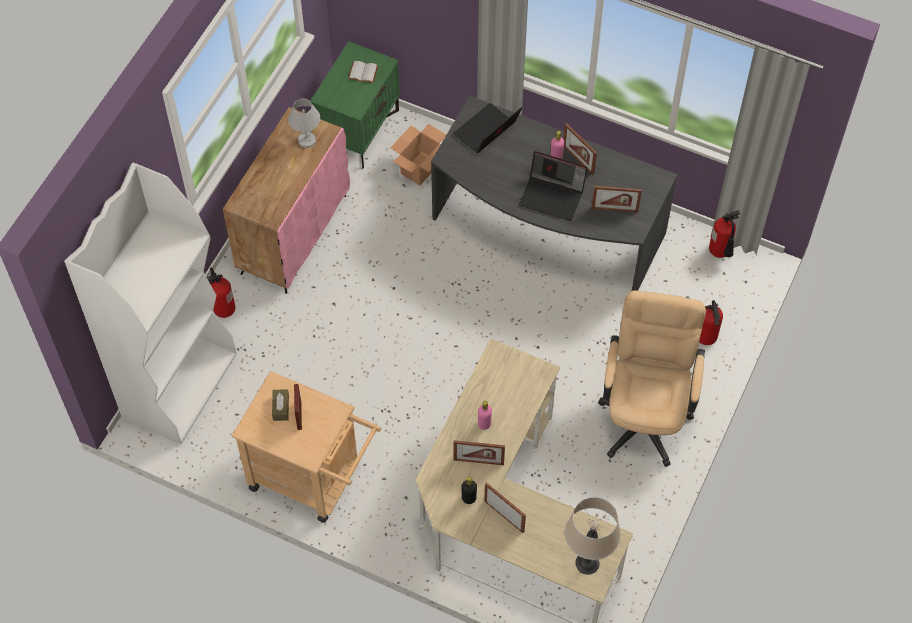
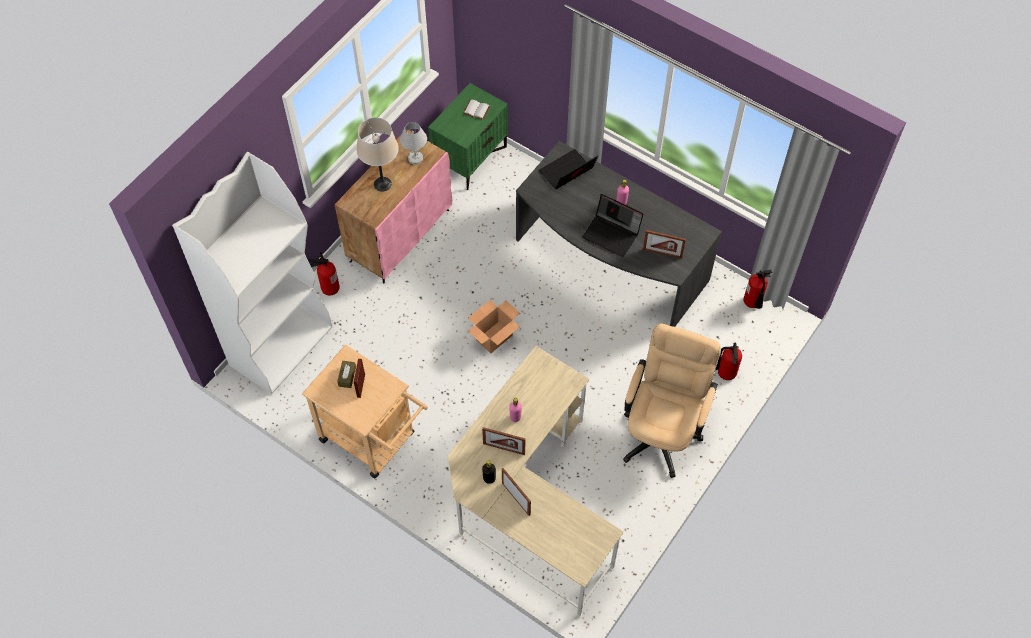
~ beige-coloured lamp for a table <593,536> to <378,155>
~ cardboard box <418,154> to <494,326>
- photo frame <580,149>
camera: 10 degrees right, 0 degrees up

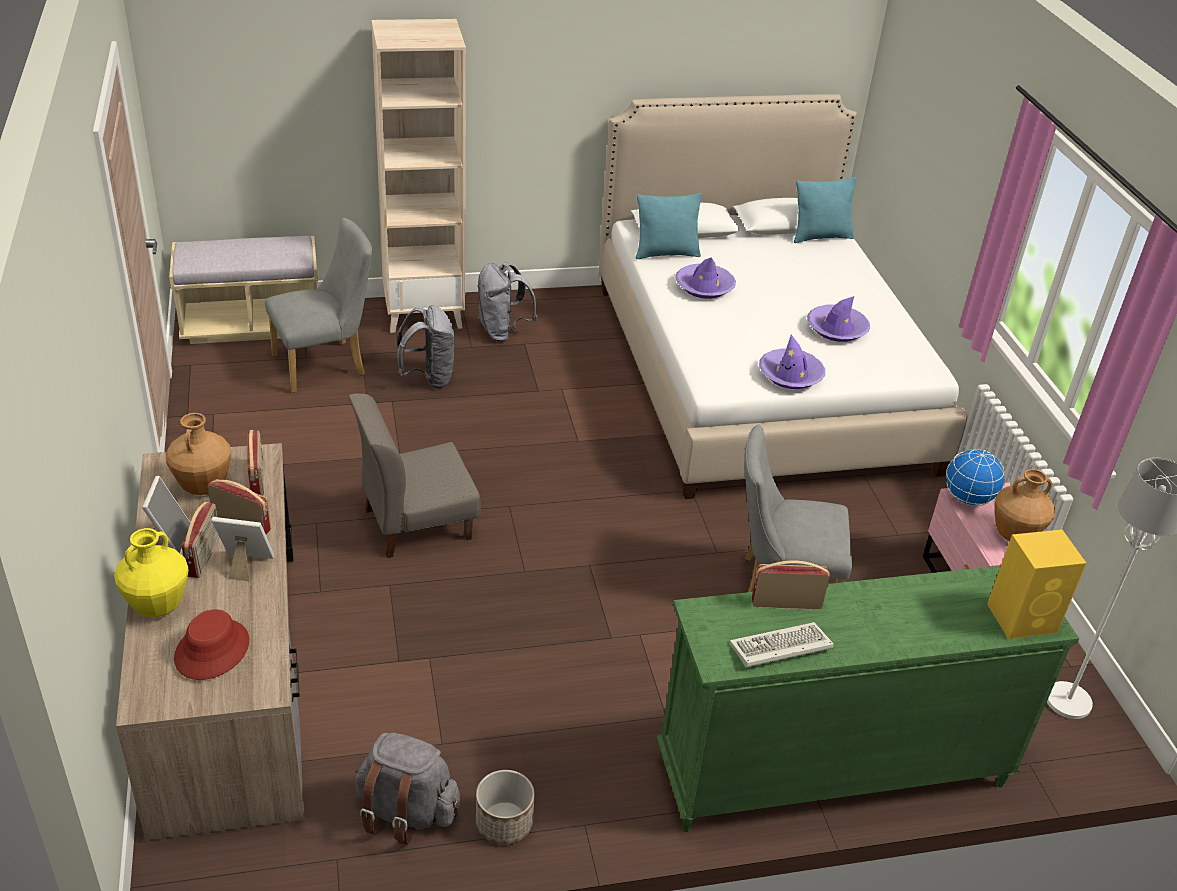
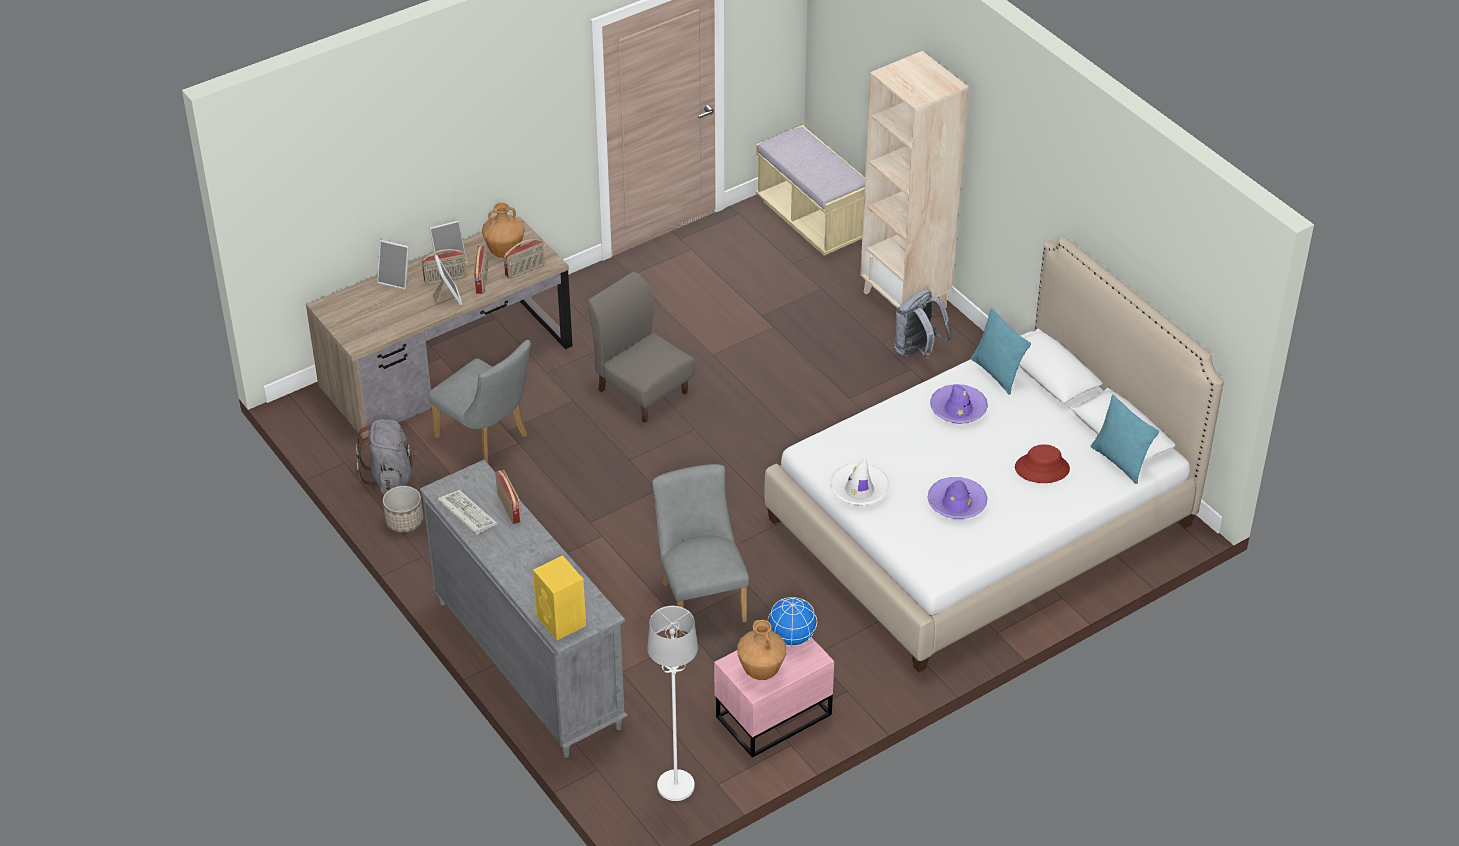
~ yellow decorative vase <151,572> to photo frame <393,265>
~ greenish dresser <868,699> to grey dresser <524,608>
~ grey upright chair <318,305> to <479,402>
~ purple wearable hat <792,361> to whitish wearable hat <860,481>
~ reddish wearable hat <211,644> to <1042,463>
- grey knapsack <426,347>
camera: 70 degrees right, 5 degrees up

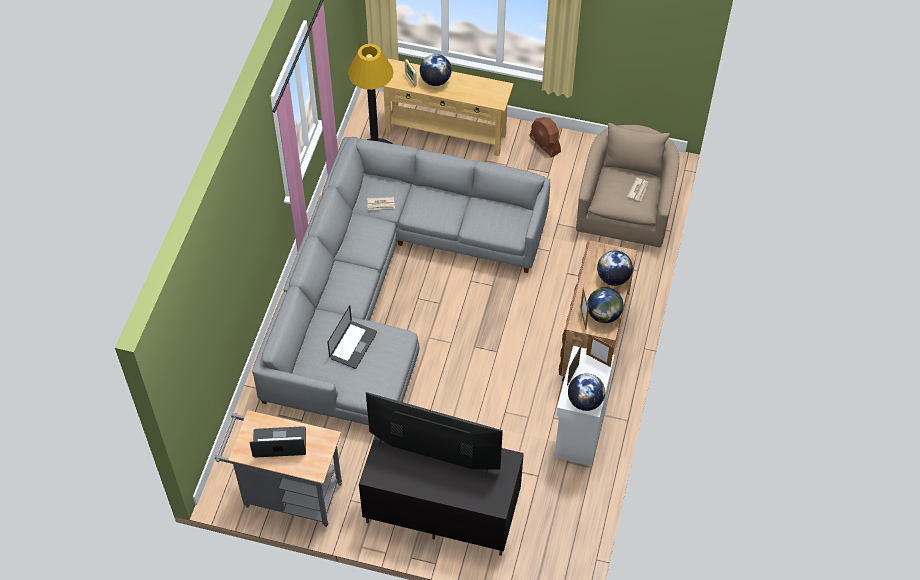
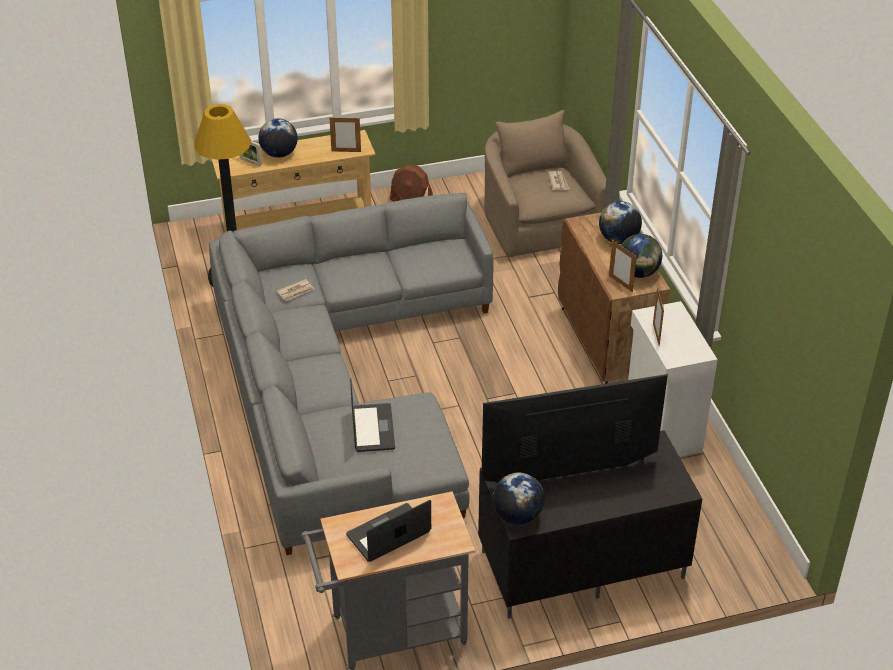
~ photo frame <600,350> to <345,134>
~ desk globe <586,392> to <519,499>
camera: 30 degrees left, 15 degrees down

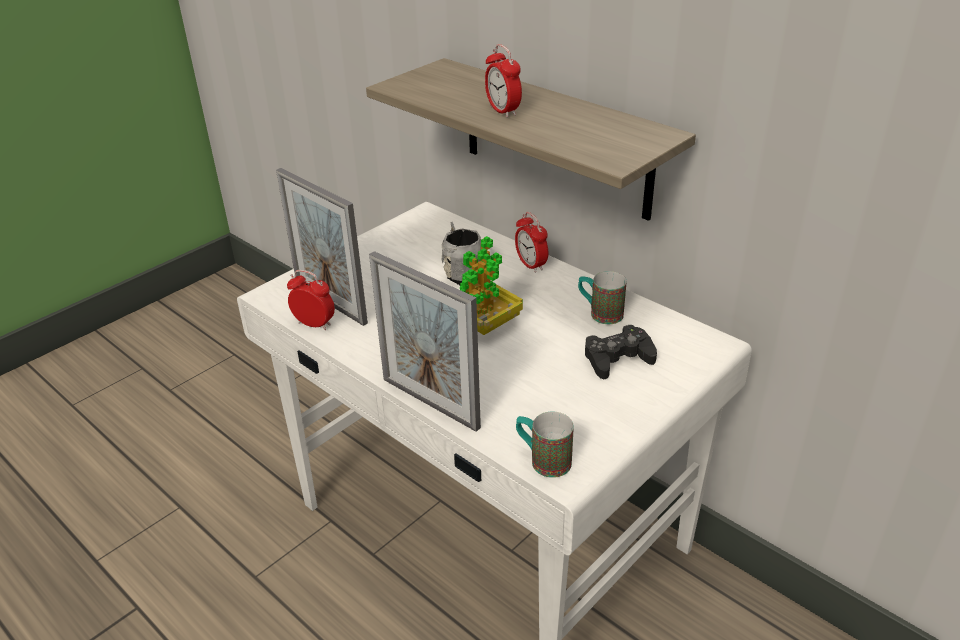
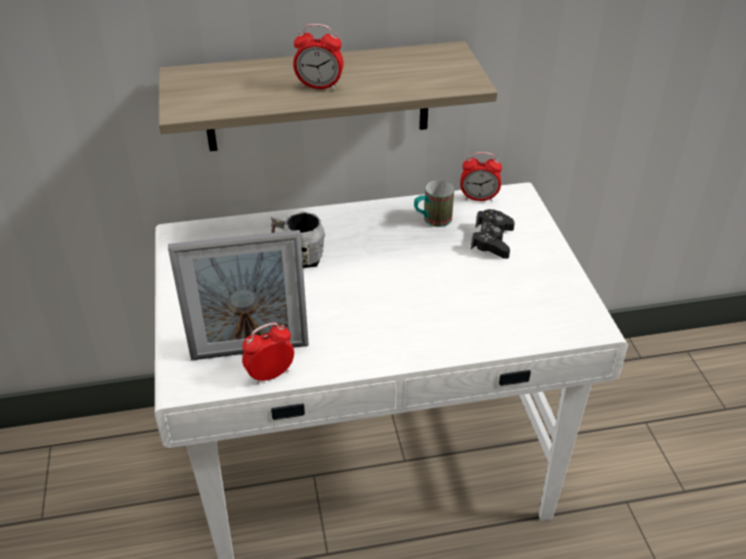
~ table clock <532,242> to <481,177>
- photo frame <425,341>
- plant in a pot <491,285>
- tea mug <545,445>
camera: 55 degrees left, 5 degrees up

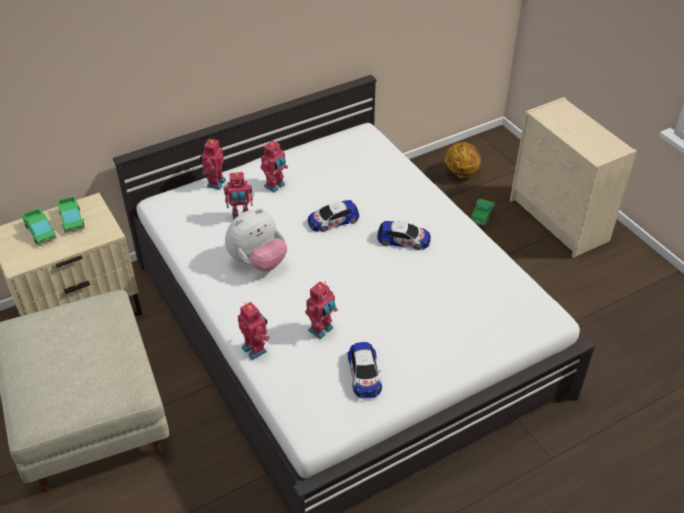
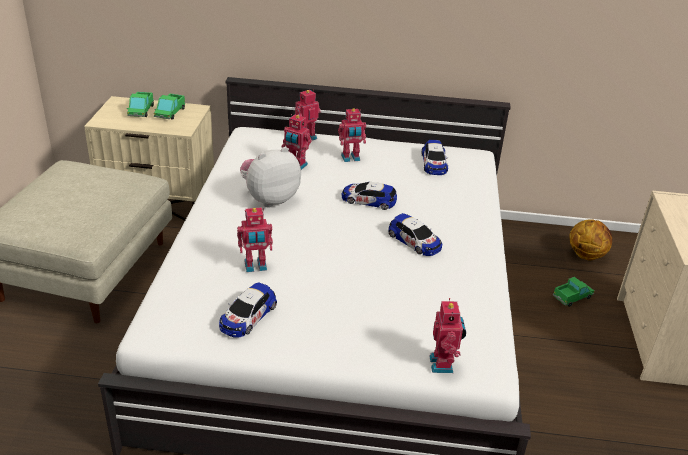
~ plush toy <256,239> = <270,177> 150 degrees clockwise
+ model car <435,157>
~ robot figure <254,331> to <447,335>
camera: 35 degrees right, 10 degrees down

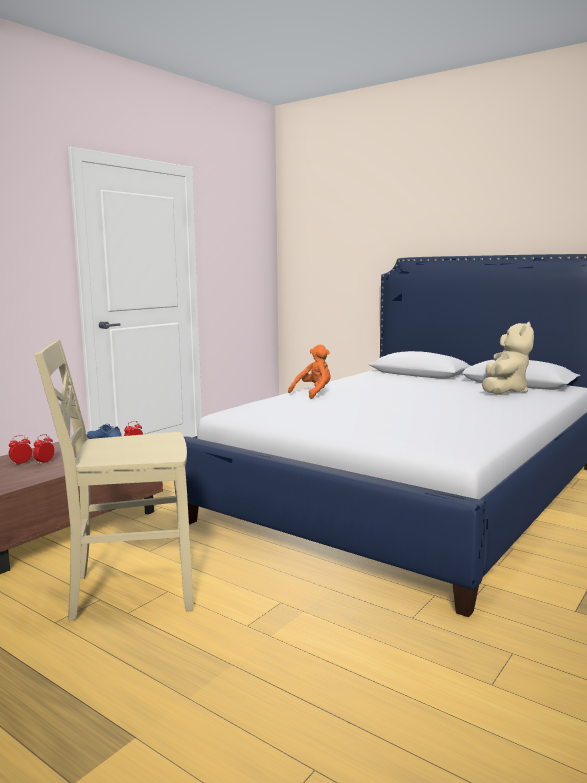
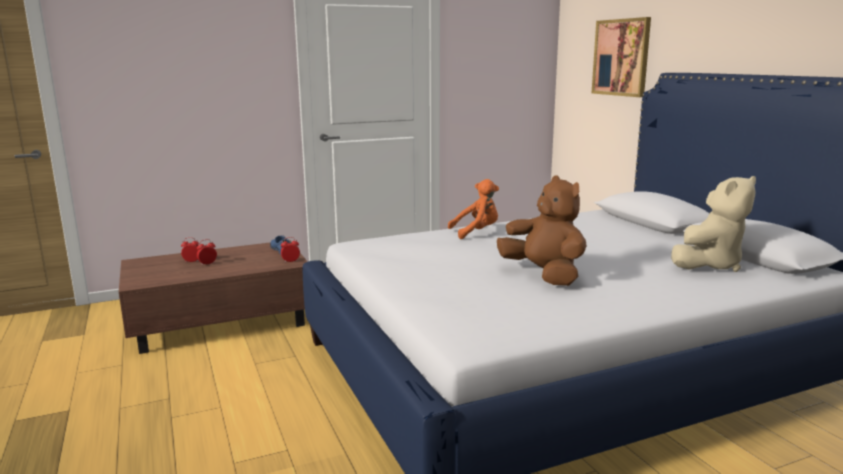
+ brown-coloured plush toy <542,230>
+ picture <621,57>
- beige-coloured upright chair <114,480>
camera: 30 degrees right, 5 degrees up

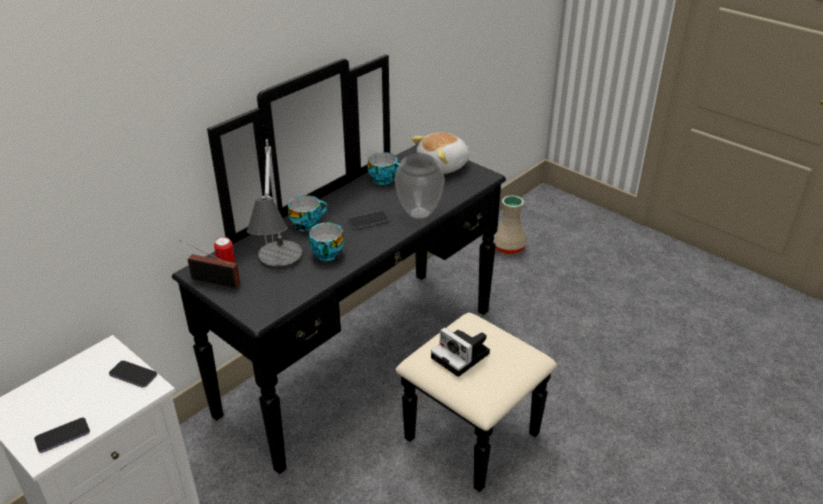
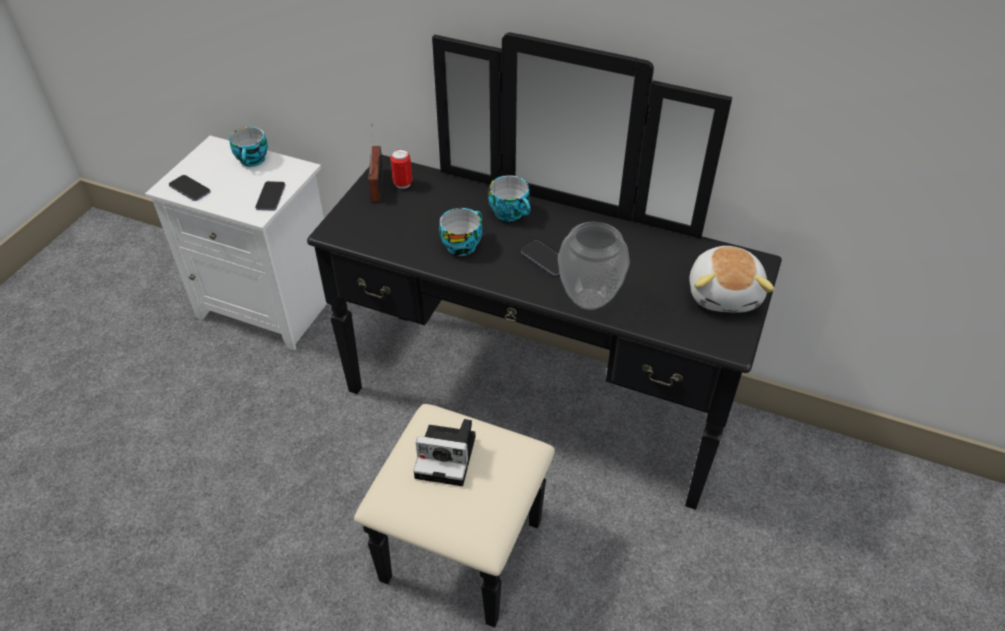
~ cup <383,168> to <248,147>
~ photo camera <460,352> = <444,452> 105 degrees counterclockwise
~ plush toy <440,153> = <732,279> 120 degrees counterclockwise
- lamp for a table <275,204>
- beige-coloured decorative vase <510,225>
camera: 70 degrees right, 10 degrees up

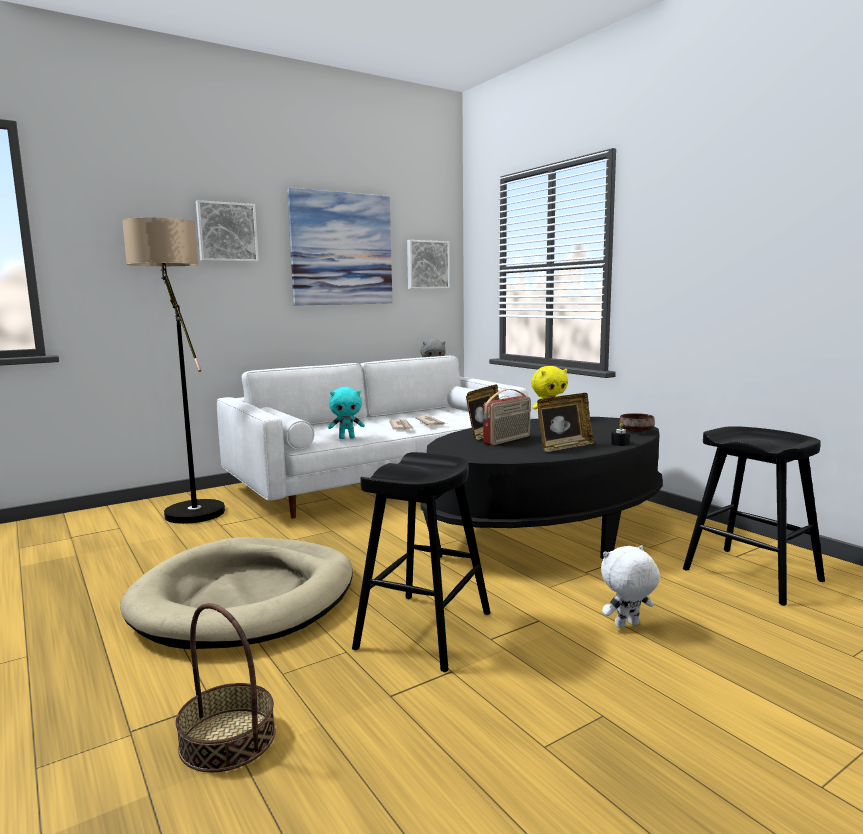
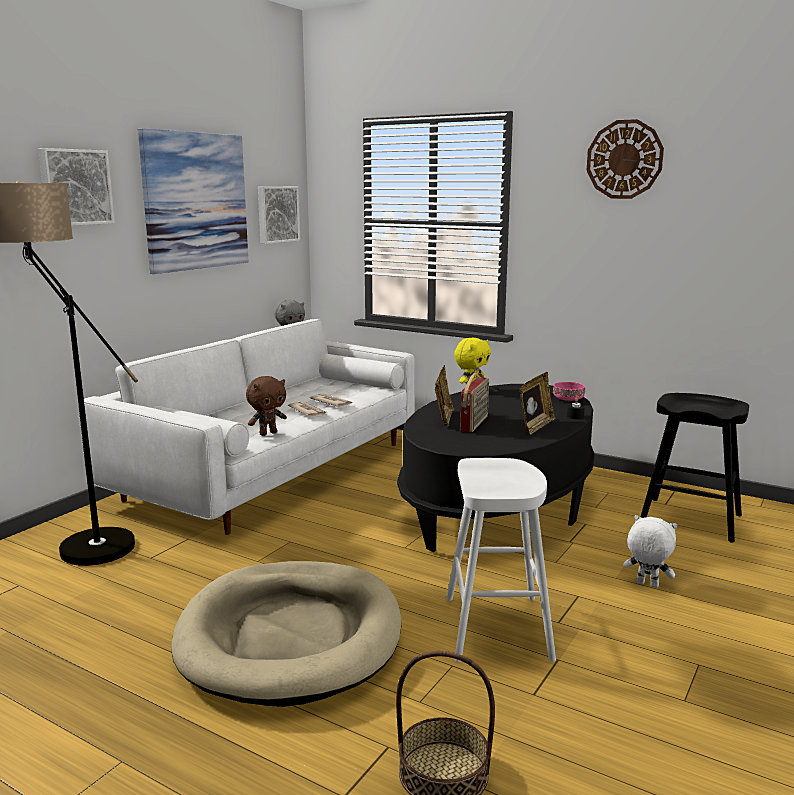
~ blue-green plush toy <346,413> to brown-coloured plush toy <266,406>
~ blackish stool <421,562> to whitish stool <501,560>
~ brown-coloured deep dish <637,422> to pink-coloured deep dish <569,391>
+ clock on the wall <625,159>
~ whitish plush toy <630,586> = <650,551> 75 degrees clockwise
camera: 25 degrees left, 5 degrees up

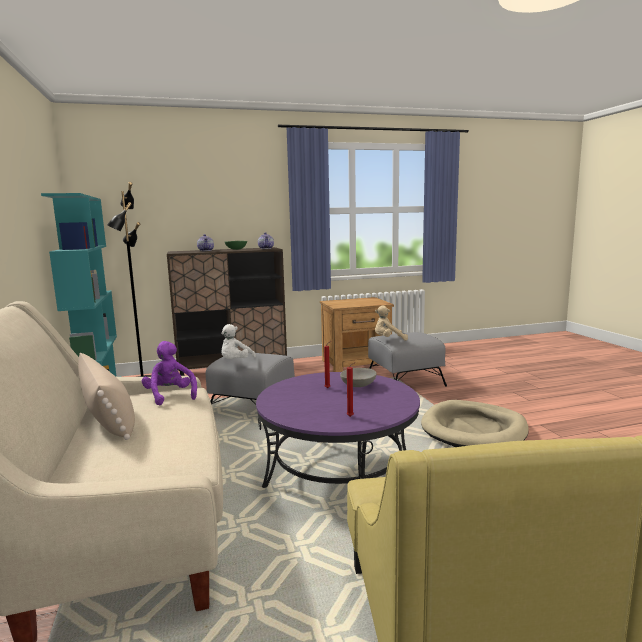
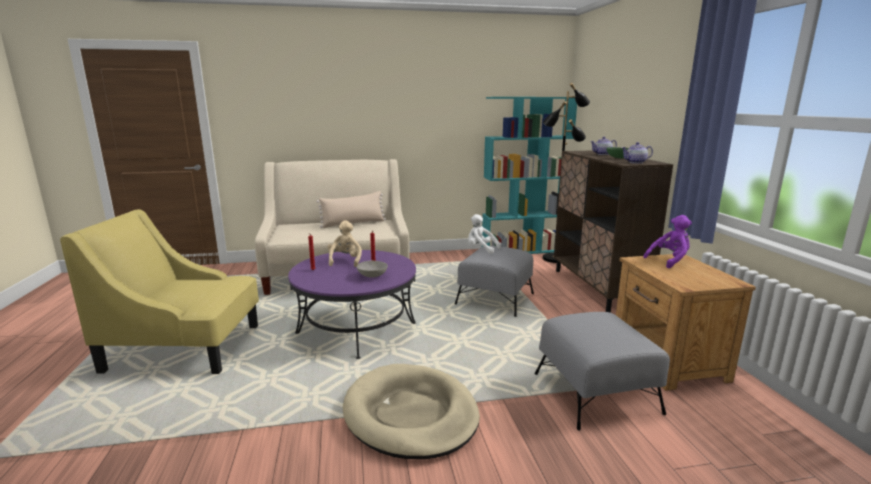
~ beige-coloured plush toy <391,323> to <344,243>
~ purple plush toy <169,373> to <667,241>
camera: 95 degrees right, 5 degrees up

